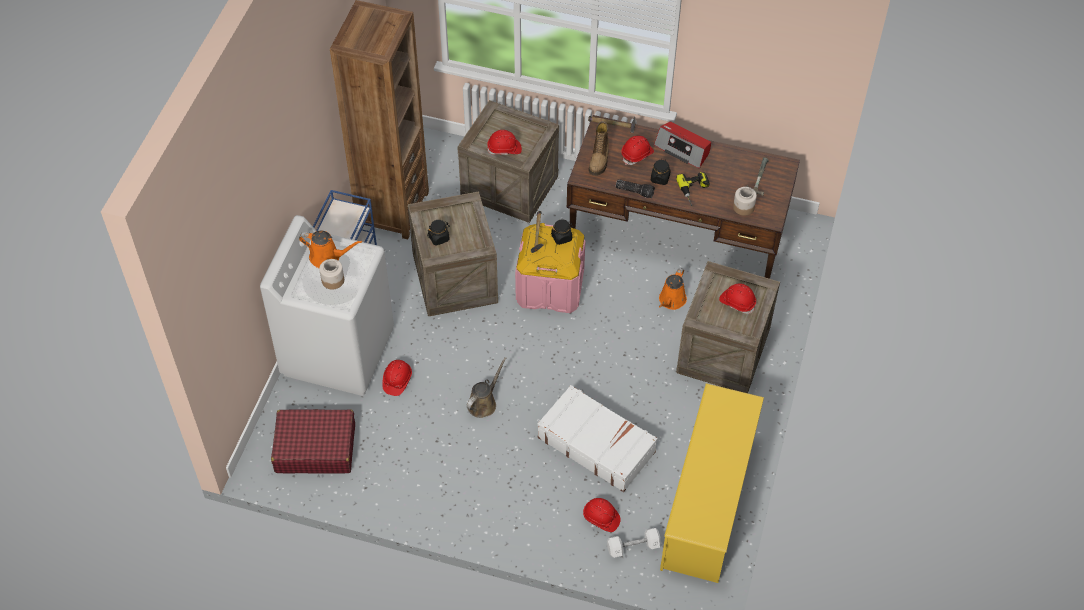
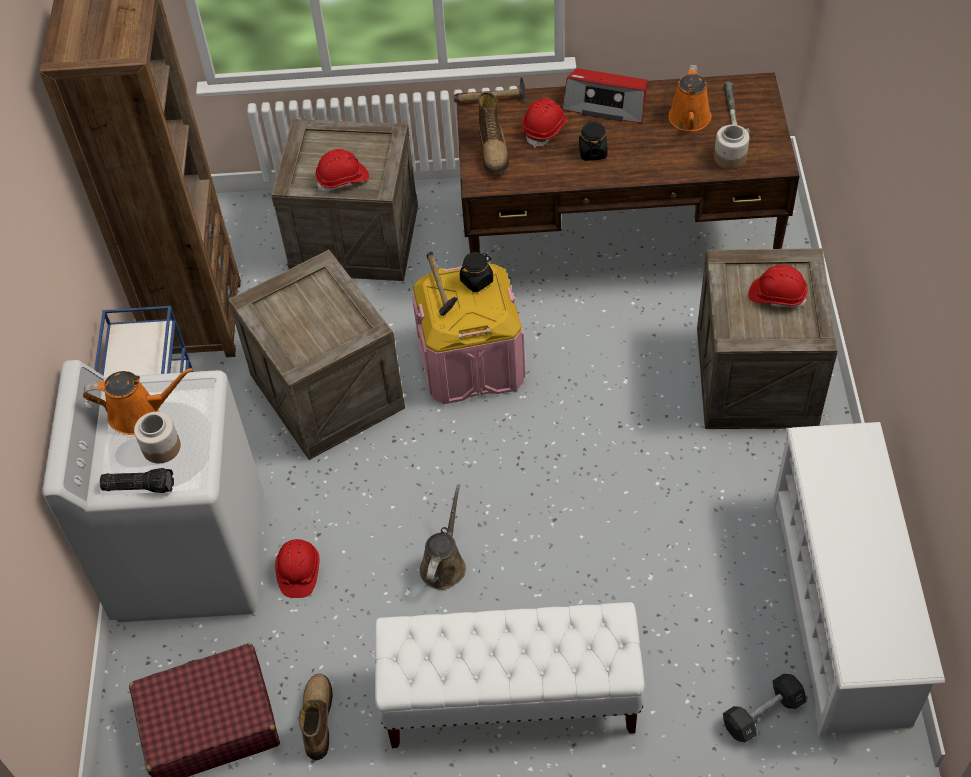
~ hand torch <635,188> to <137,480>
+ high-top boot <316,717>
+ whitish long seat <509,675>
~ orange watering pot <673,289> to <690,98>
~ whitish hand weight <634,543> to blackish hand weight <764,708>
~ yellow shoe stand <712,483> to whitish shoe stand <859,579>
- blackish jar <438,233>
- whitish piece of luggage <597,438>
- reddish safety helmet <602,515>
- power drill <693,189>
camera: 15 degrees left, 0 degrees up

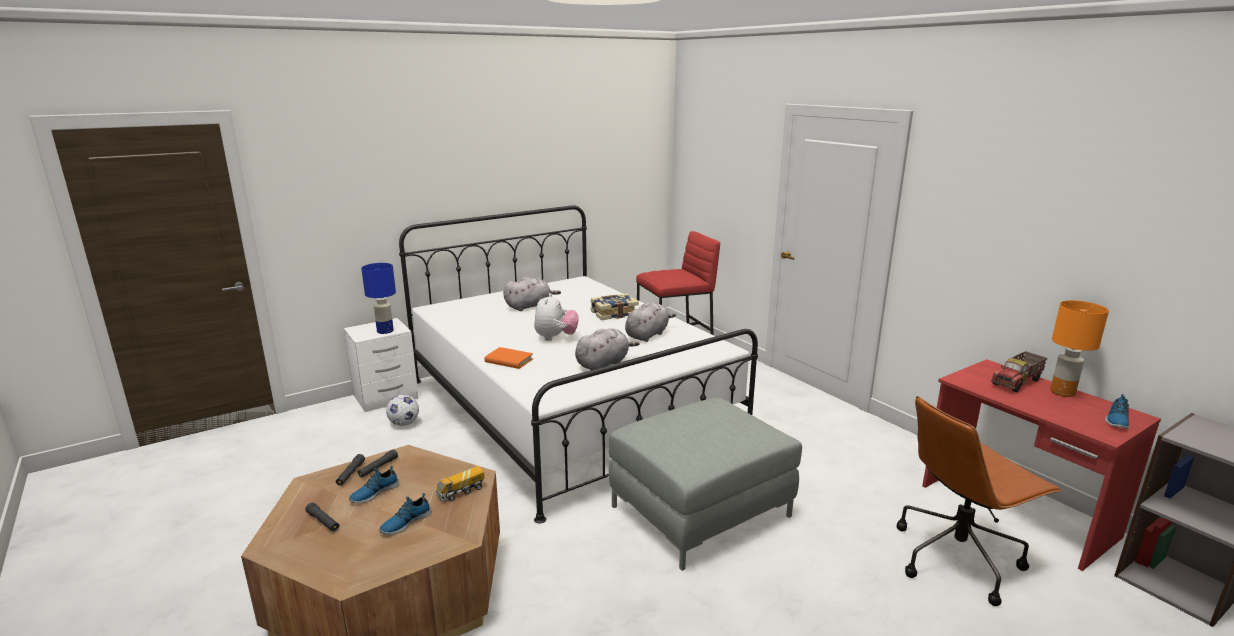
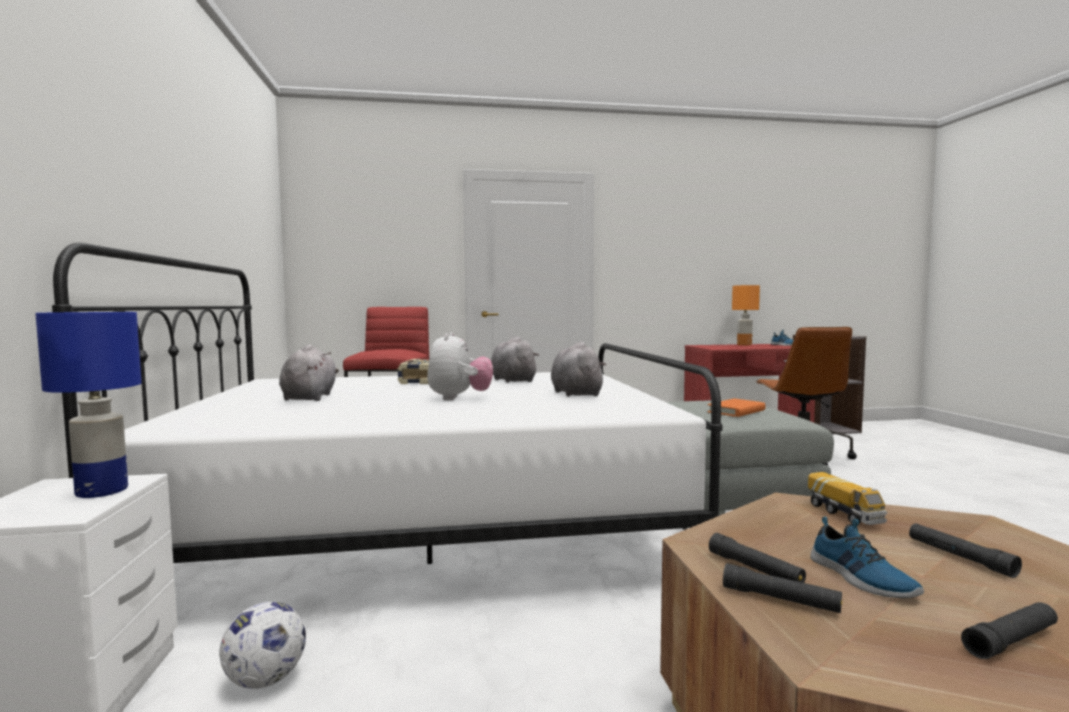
~ plush toy <556,317> = <460,366> 60 degrees clockwise
~ orange volume <508,358> to <736,407>
~ low shoe <405,514> to blackish hand torch <965,550>
- model truck <1019,371>
camera: 65 degrees left, 15 degrees down

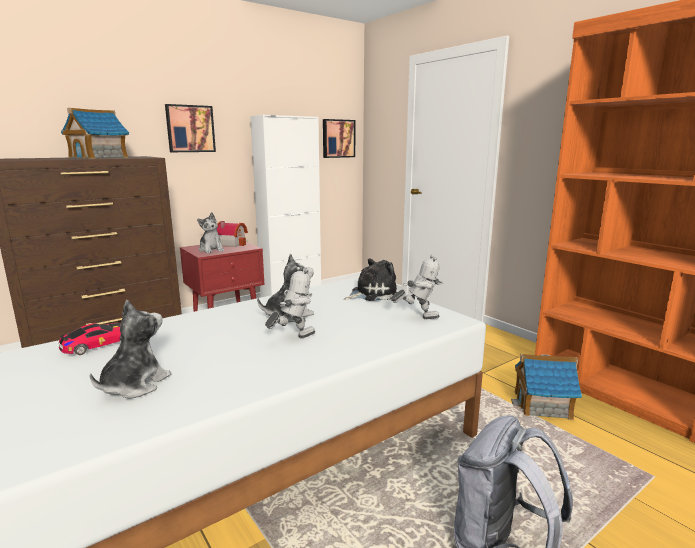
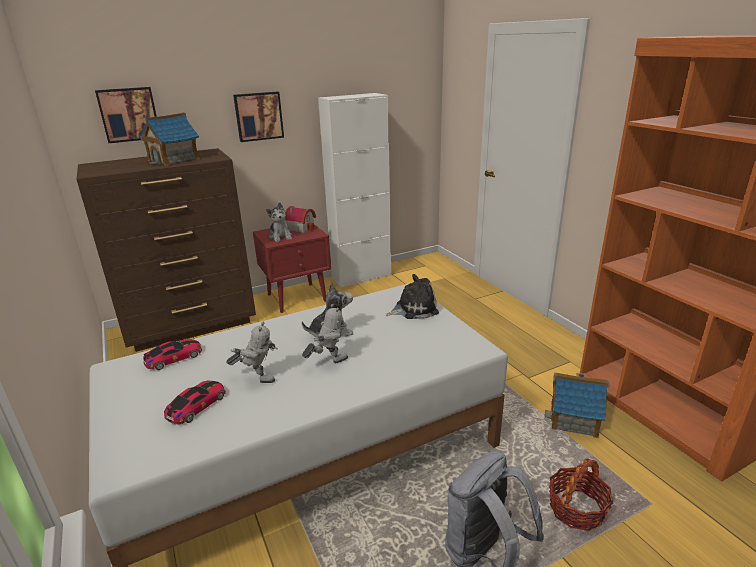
~ picture <339,138> to <126,115>
~ plush toy <130,349> to model car <195,402>
~ robot figure <417,287> to <252,352>
+ basket <581,495>
camera: 10 degrees right, 10 degrees up

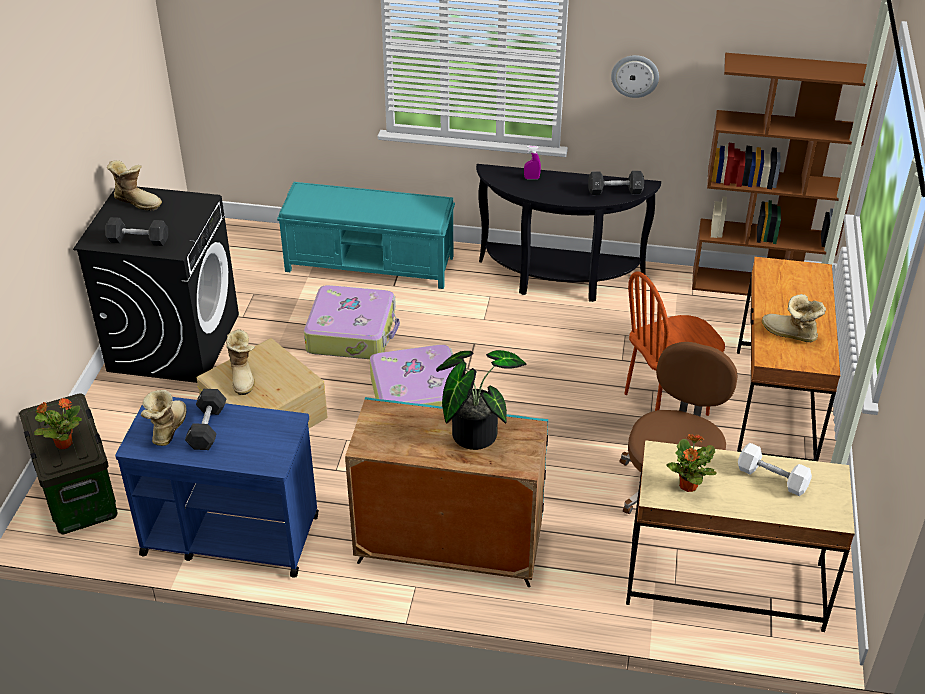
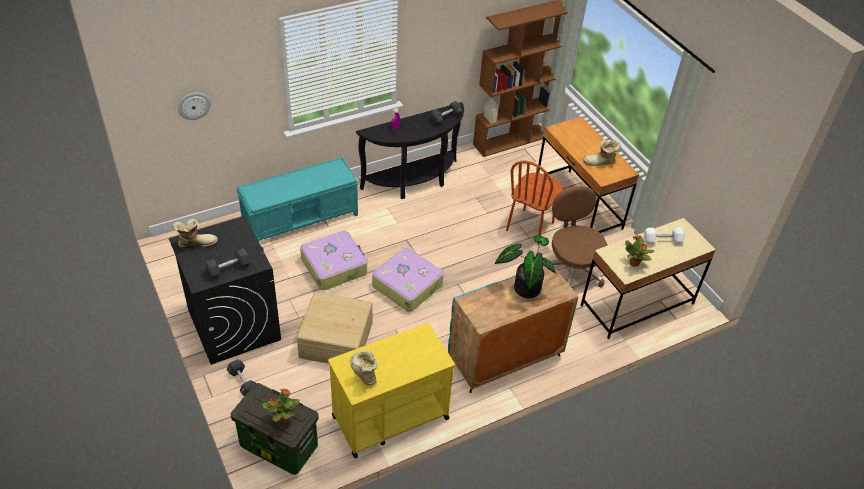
~ clock on the wall <635,76> to <194,106>
~ blackish hand weight <206,419> to <241,377>
~ blue-coloured trolley <217,487> to yellow trolley <391,390>
- high-top boot <240,362>
camera: 40 degrees left, 5 degrees up

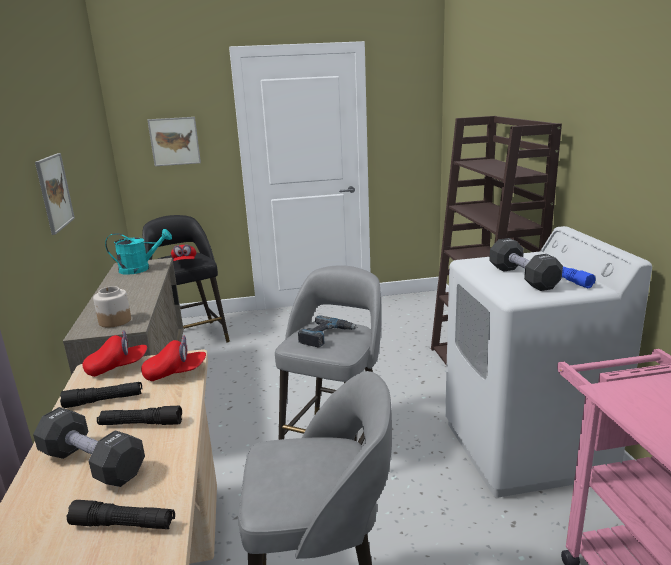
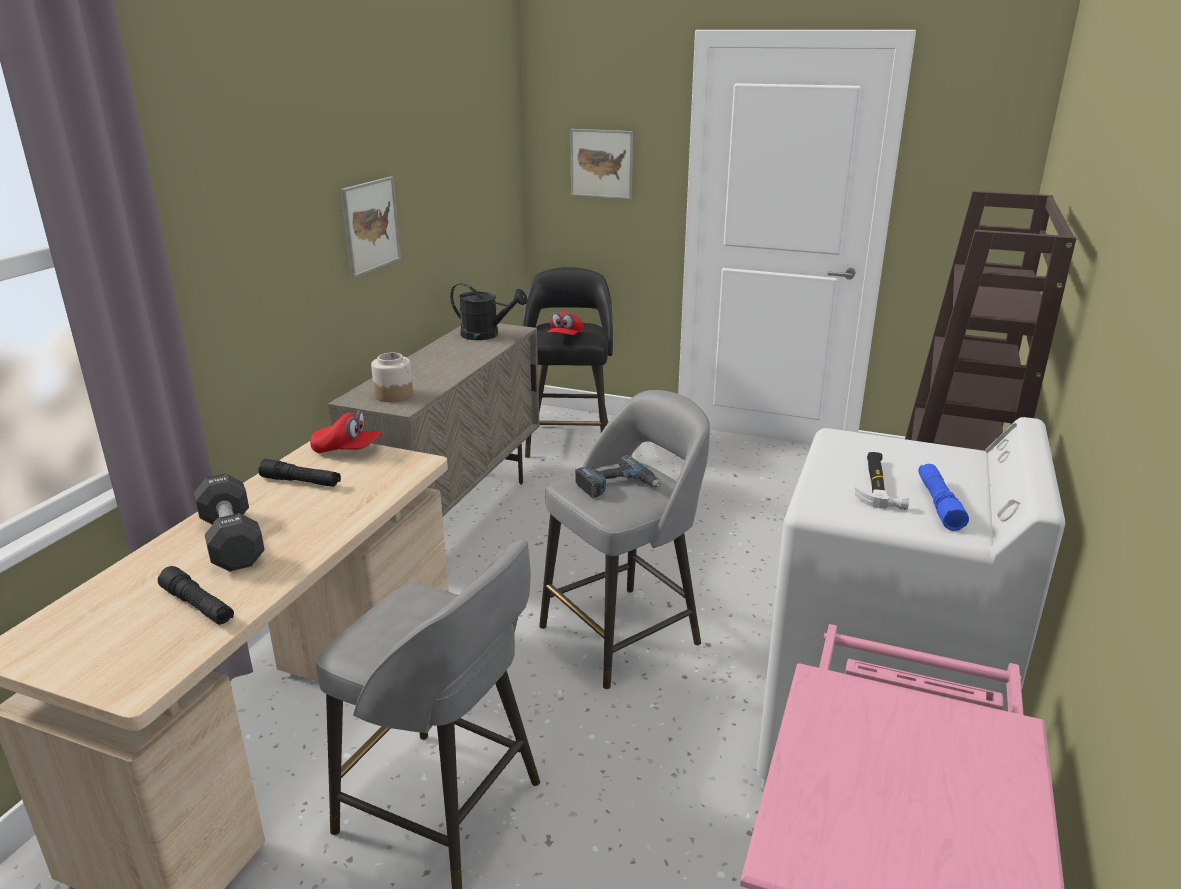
~ blue-green watering pot <138,252> to blackish watering pot <488,311>
~ blackish hand weight <526,264> to tool hammer <882,481>
- blackish hand torch <139,415>
- reddish peaked cap <173,358>
camera: 30 degrees right, 5 degrees up

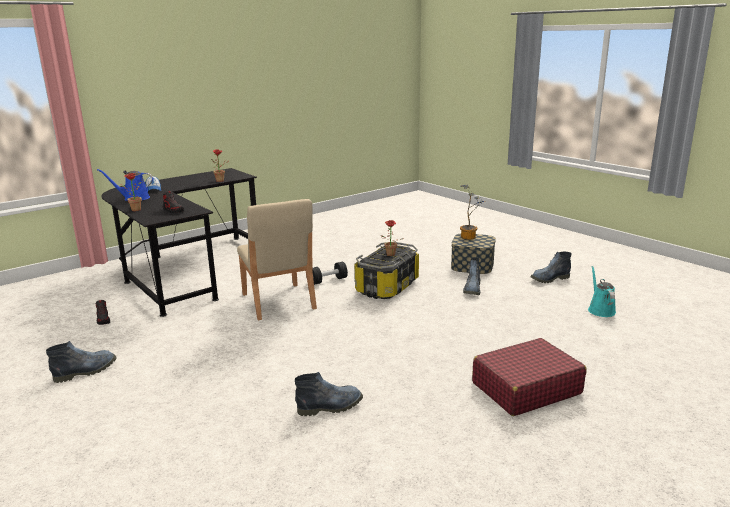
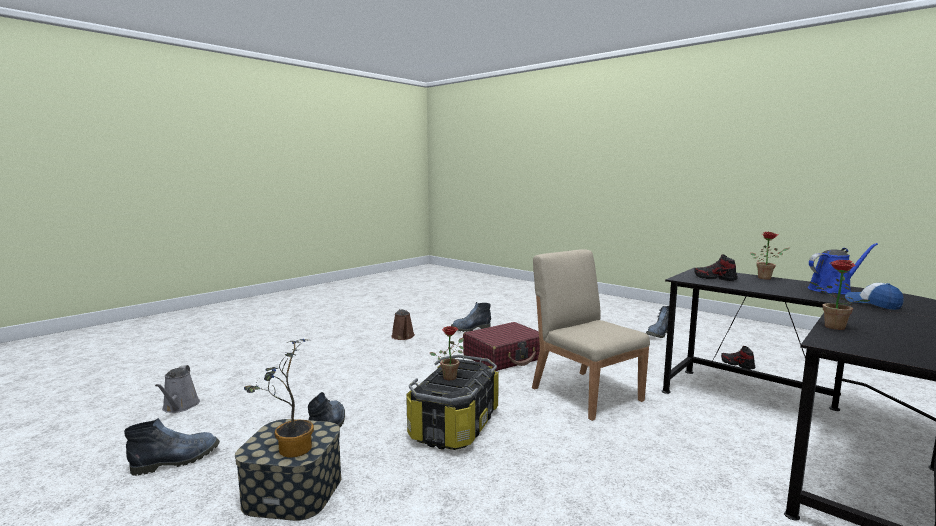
~ blue-green watering pot <602,291> to grey watering pot <177,389>
+ brown-coloured watering pot <403,324>
~ reddish piece of luggage <529,377> to <501,346>
- blackish hand weight <330,273>
camera: 170 degrees right, 10 degrees down

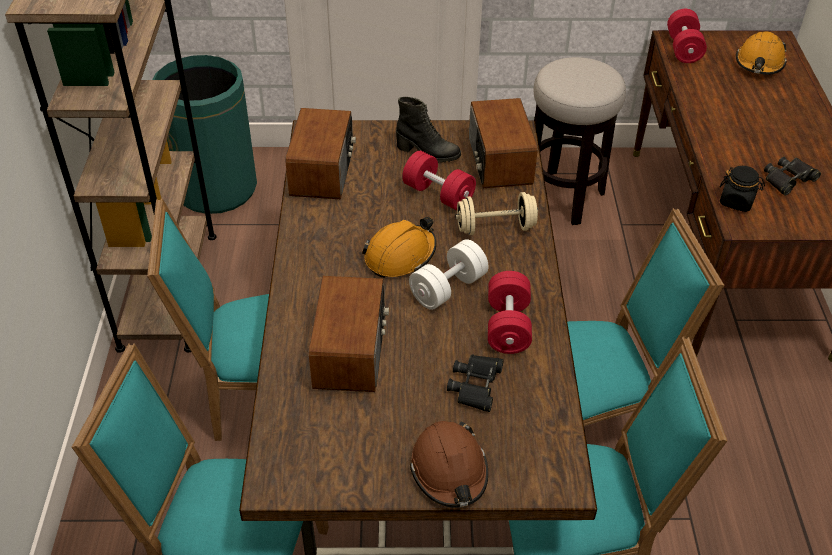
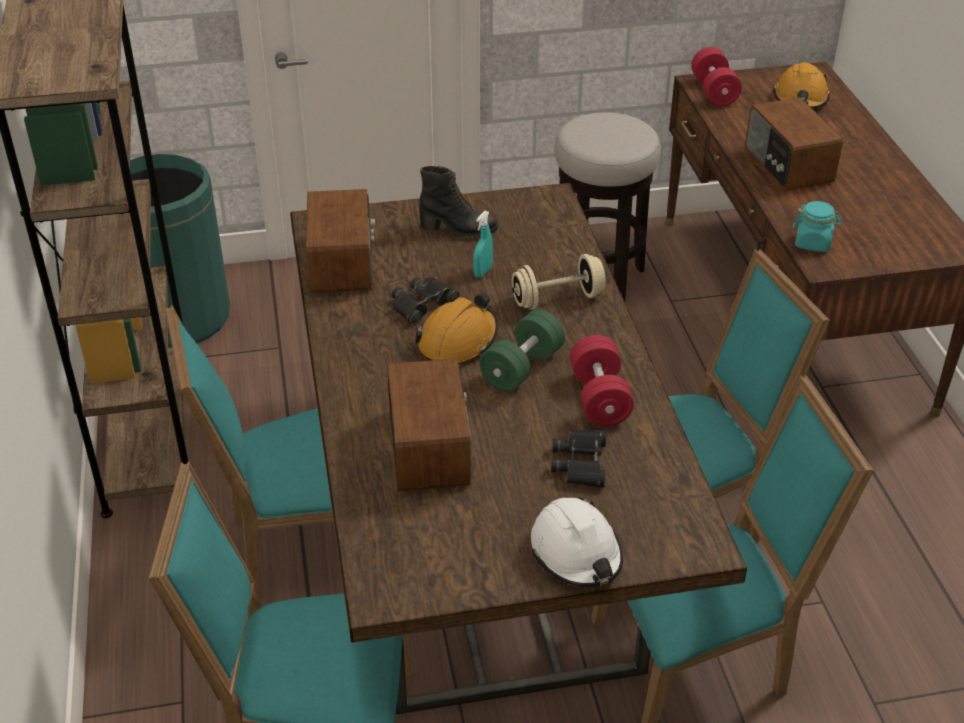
~ blackish field glasses <792,176> to <425,301>
~ reddish hand weight <439,180> to blue-green hand sprayer <483,244>
~ whitish hand weight <449,274> to greenish hand weight <522,350>
~ brown-coloured safety helmet <449,464> to whitish safety helmet <577,542>
~ radio receiver <503,143> to <794,144>
~ blackish jar <742,189> to blue-green jar <817,226>
camera: 10 degrees left, 5 degrees down

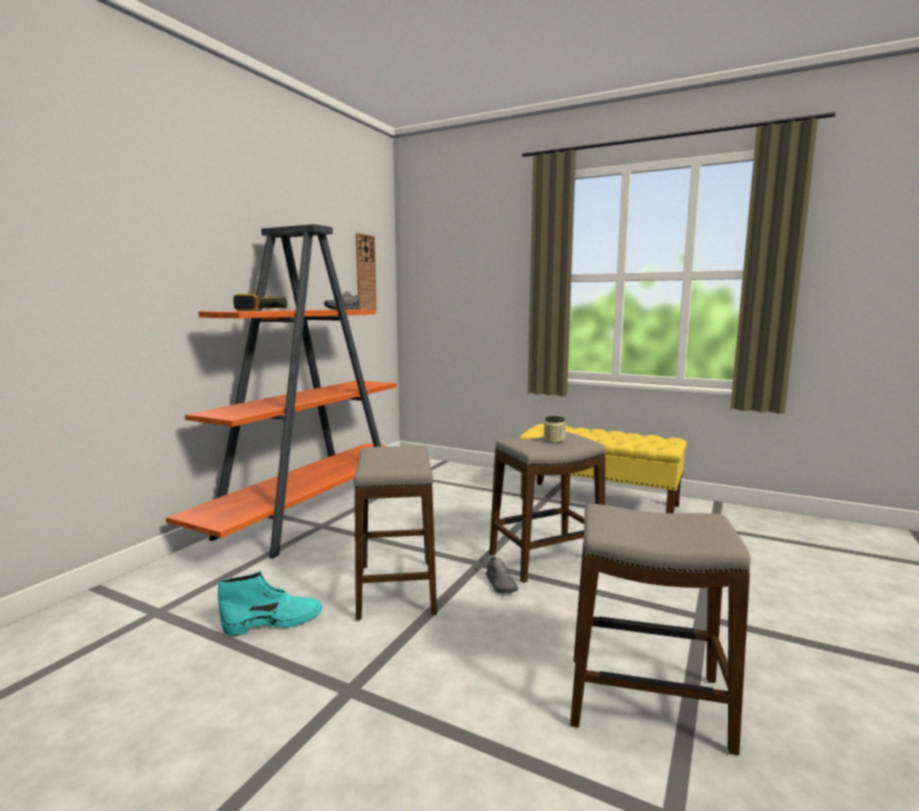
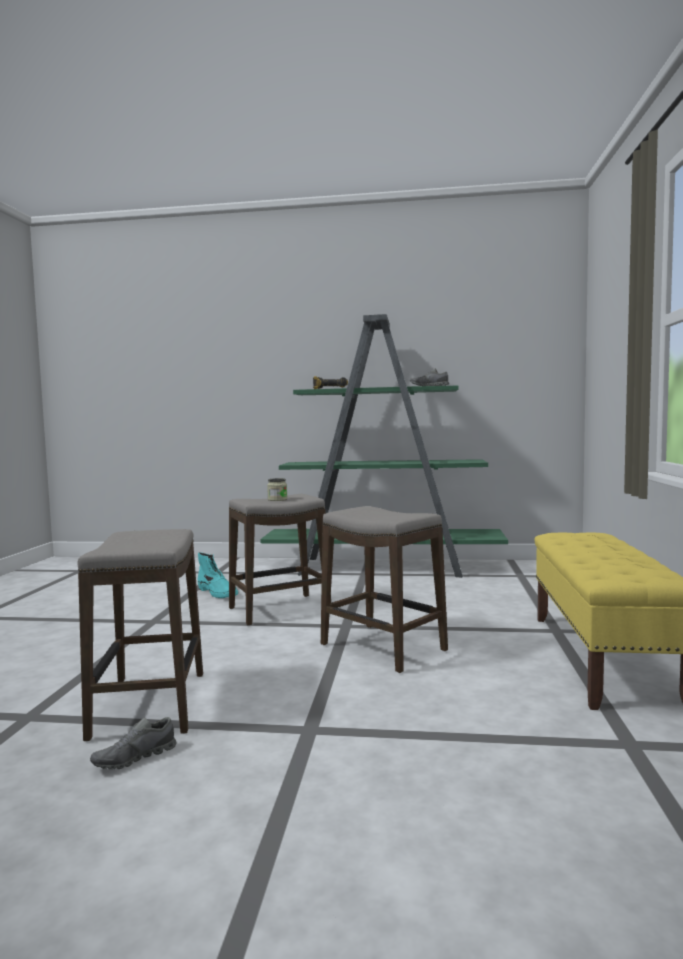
~ grey low shoe <502,575> to <133,743>
~ orange shelving unit <281,391> to greenish shelving unit <384,446>
~ jar <555,429> to <277,489>
- clock on the wall <366,272>
camera: 70 degrees right, 5 degrees down

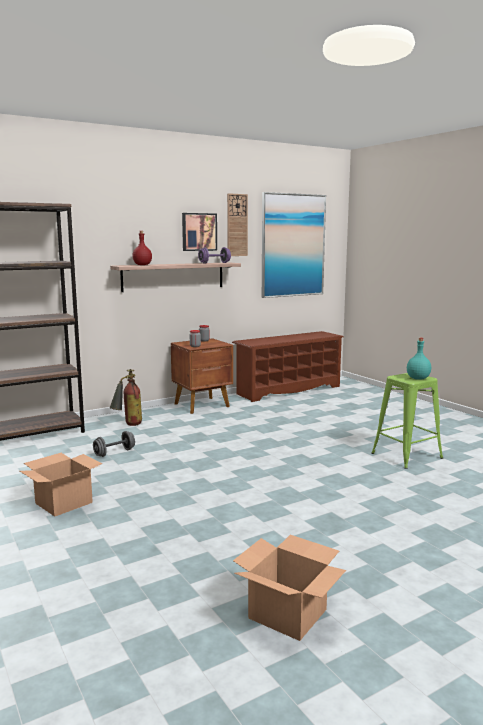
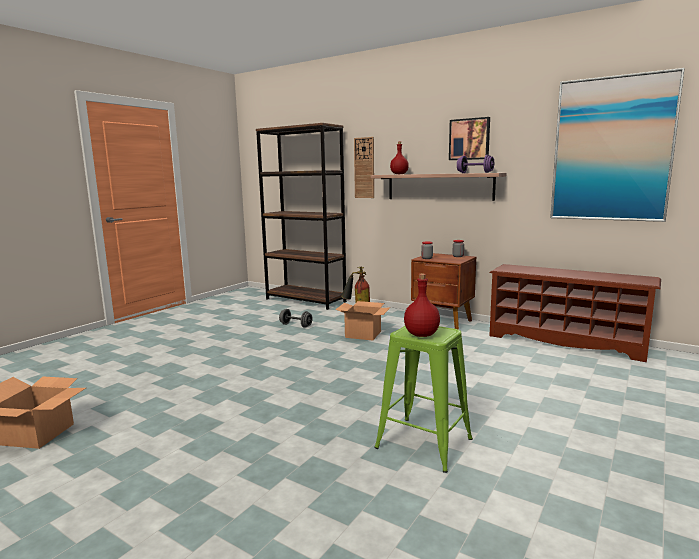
~ cardboard box <61,485> to <362,320>
~ clock on the wall <237,224> to <364,167>
~ blue-green bottle <419,359> to reddish bottle <422,305>
camera: 65 degrees right, 0 degrees up

